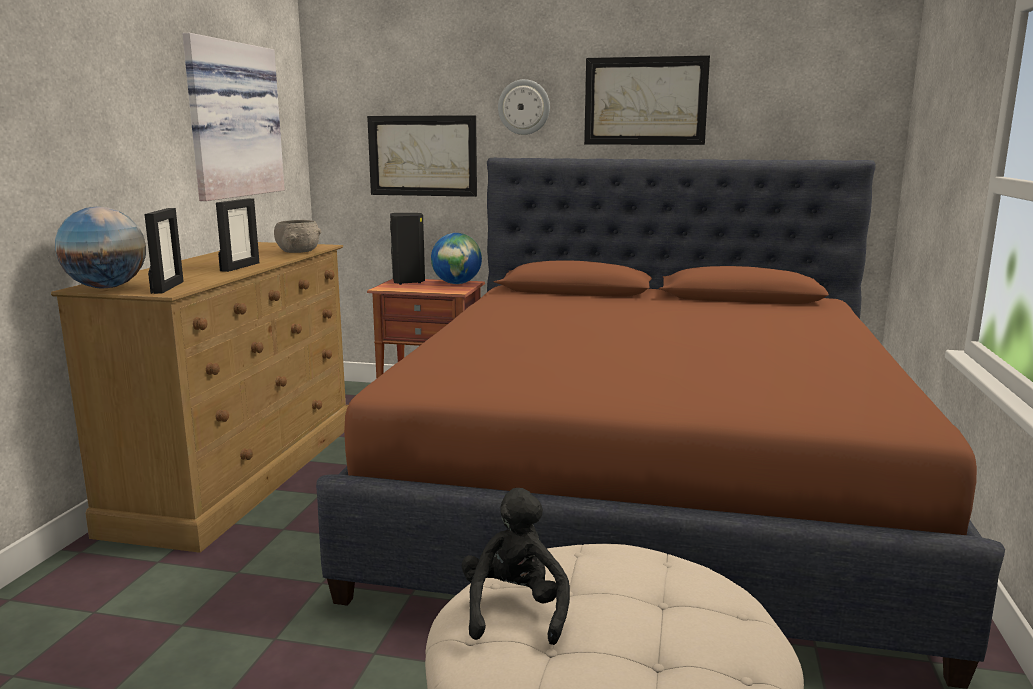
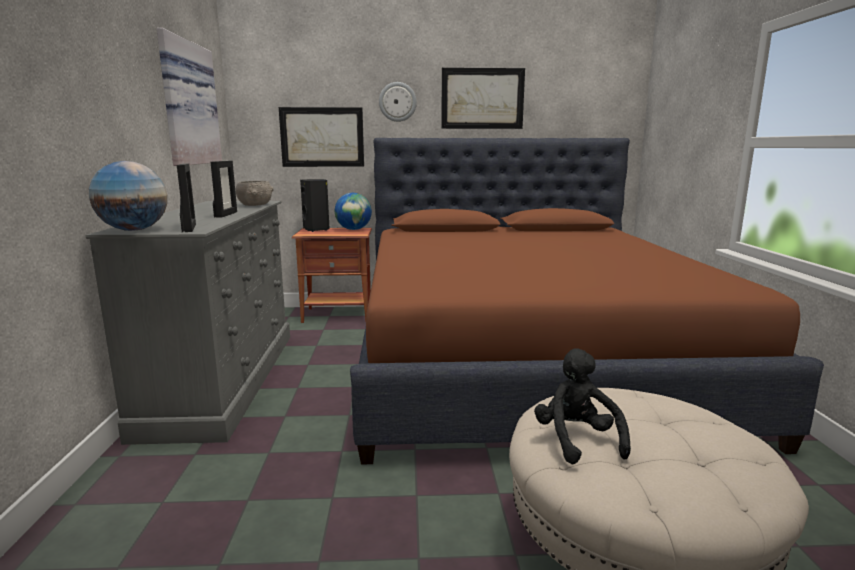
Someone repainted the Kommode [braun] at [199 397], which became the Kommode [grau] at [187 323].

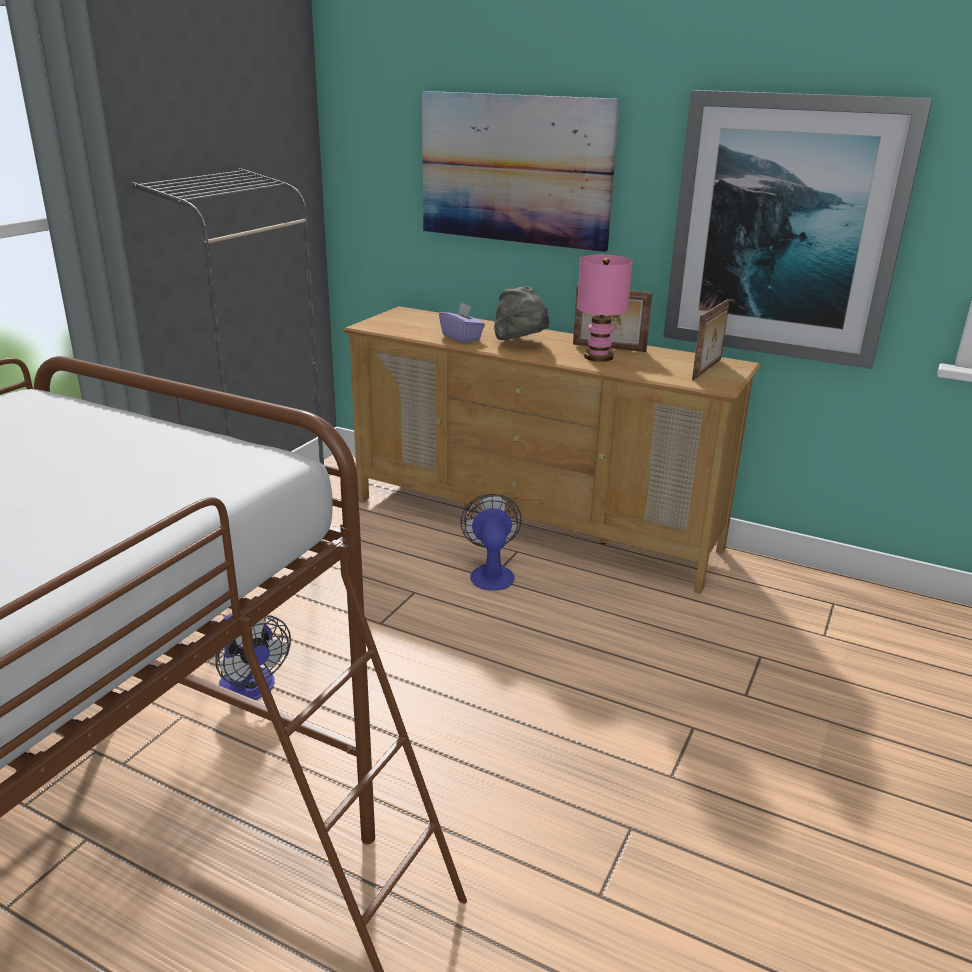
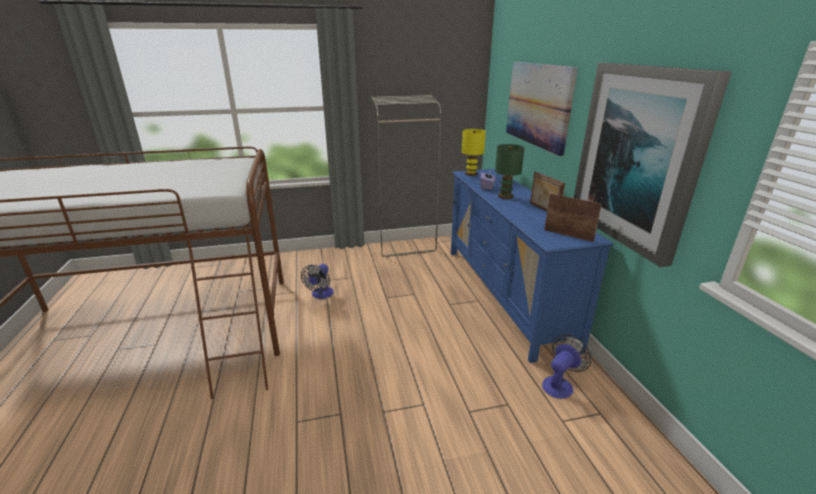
Someone repainted the Kommode [braun] at [551 450], which became the Kommode [blau] at [532 266].
Someone carried the Ventilator from [491 542] to [567 366].
Someone swapped the Hut [grau] at [522 313] for the Tischlampe [grün] at [510 171].
Someone took away the Tischlampe [rosa] at [605 308].
Someone rotated the Bilderrahmen at [710 339] by 135 degrees counterclockwise.
Someone put down the Tischlampe [gelb] at [474 152].

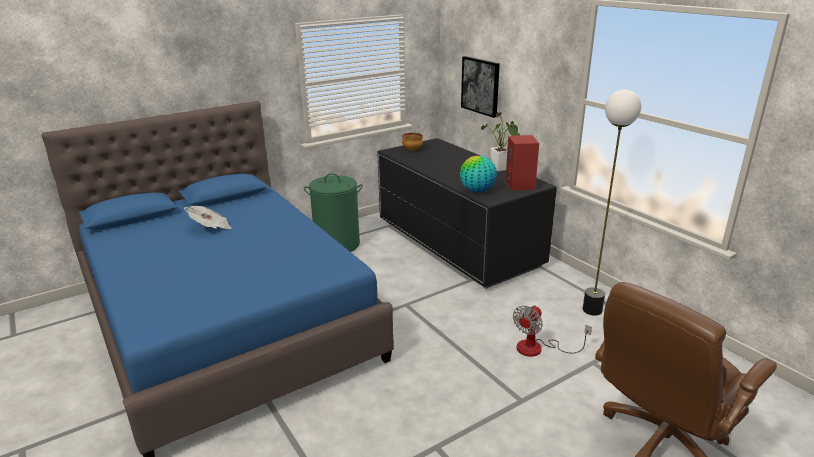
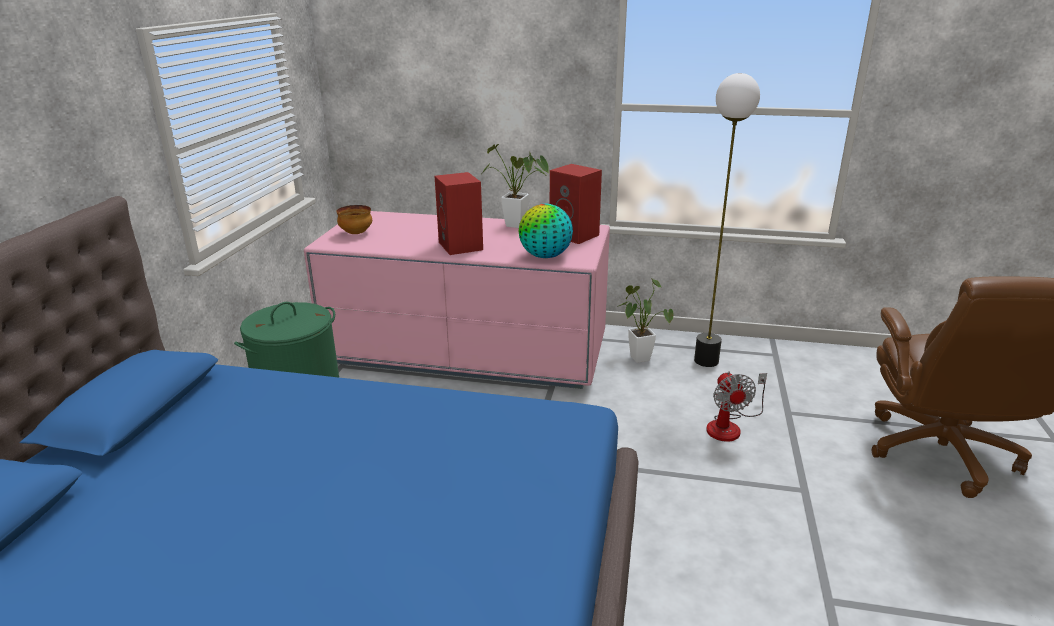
Someone took away the Zeitung at [208 217].
Someone repainted the Kommode [schwarz] at [467 213], which became the Kommode [rosa] at [457 300].
Someone took away the Bild at [480 87].
Someone put down the Lautsprecher [rot] at [459 213].
Someone put down the Topfpflanze at [645 320].

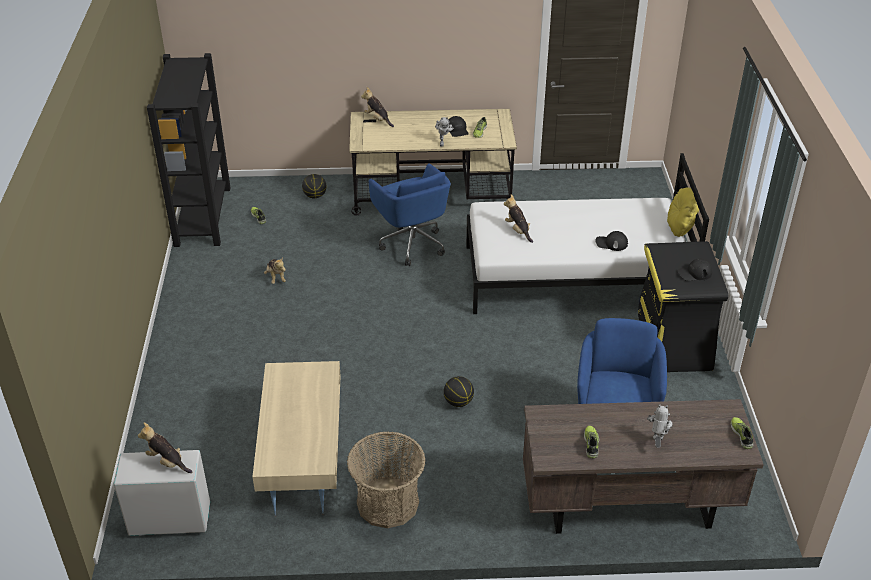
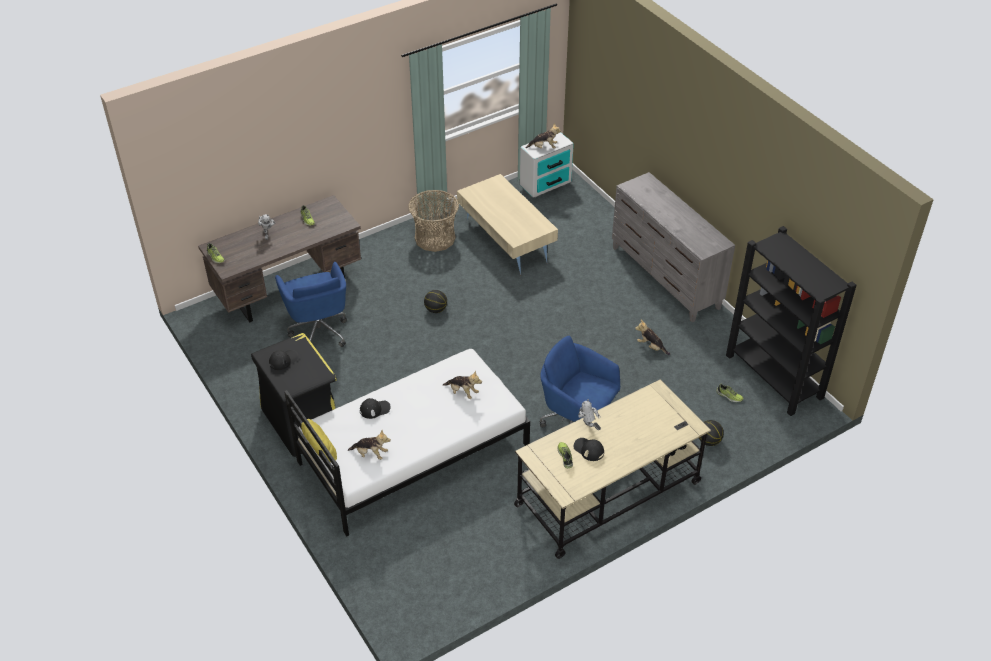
Someone carried the Plüschtier from [377 107] to [369 445].
Someone put down the Kommode [grau] at [673 247].

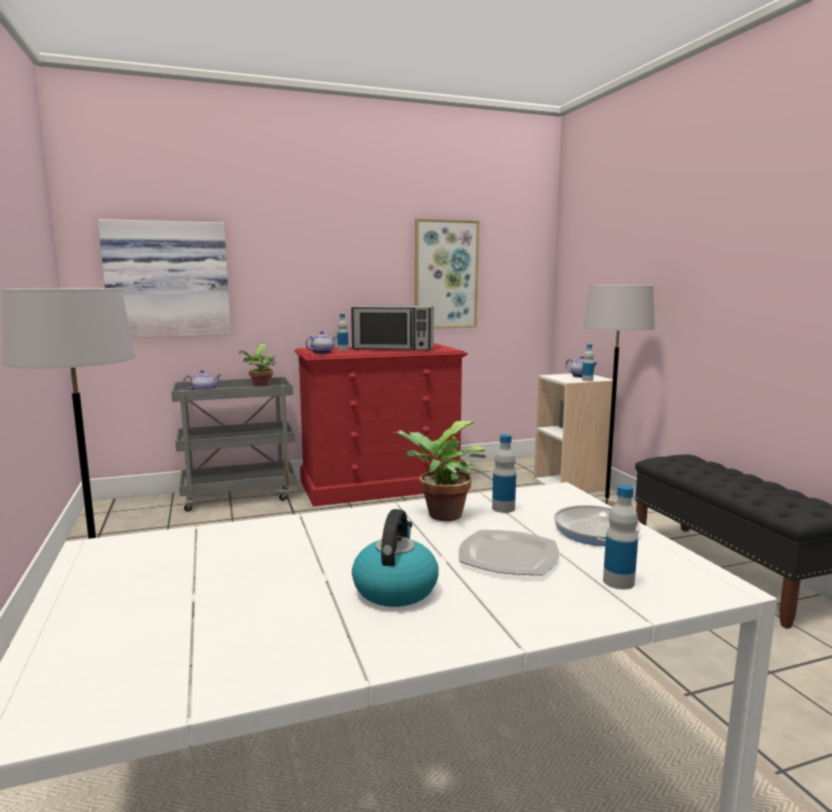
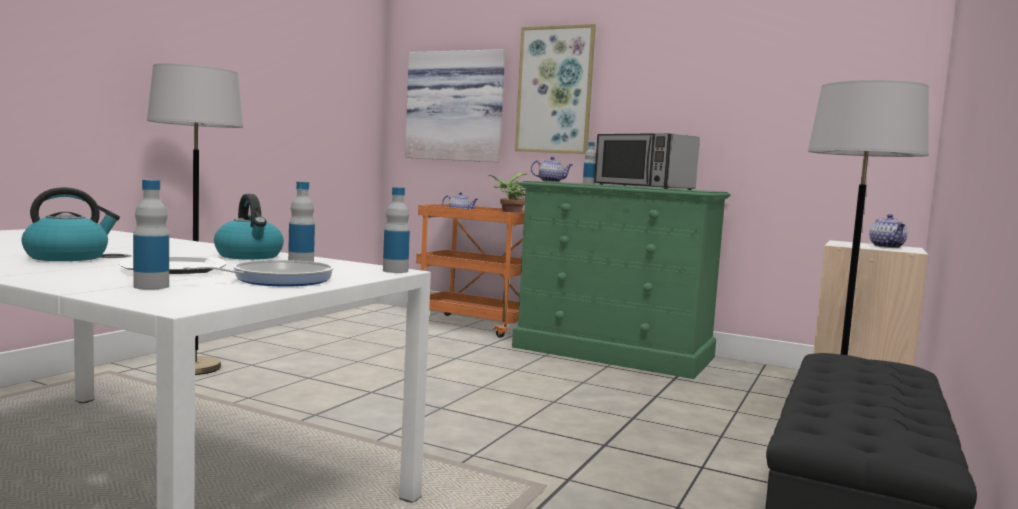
Someone repainted the Rollwagen [grau] at [233 444], which became the Rollwagen [orange] at [470 271].
Someone repainted the Kommode [rot] at [381 425], which became the Kommode [grün] at [621 280].
Someone swapped the Topfpflanze at [439 471] for the Wasserkessel at [249 227].
Someone carried the Bild from [447 273] to [555 89].
Someone carried the Flasche from [588 362] to [396 230].

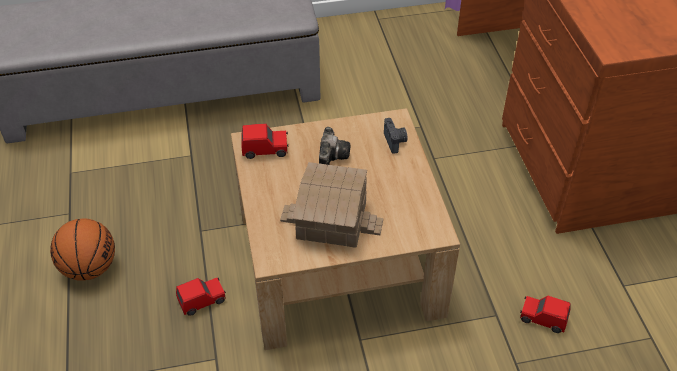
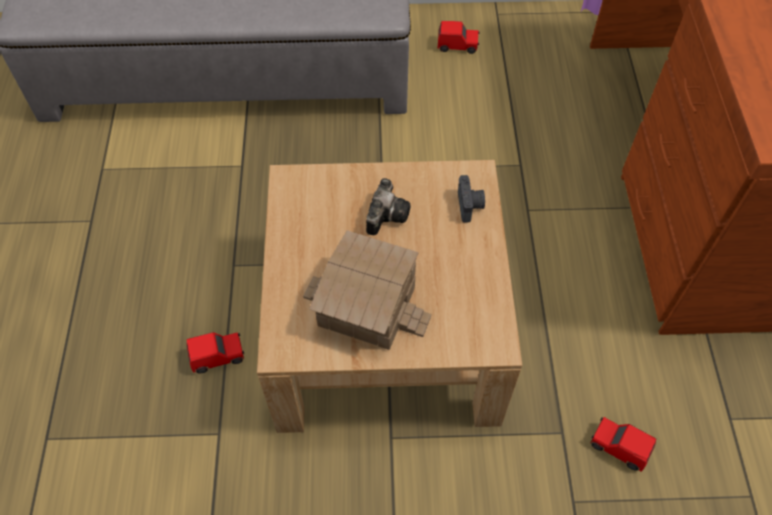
Someone took away the Basketball at [82 249].
Someone carried the Spielzeugauto [rot] from [264 141] to [459 37].

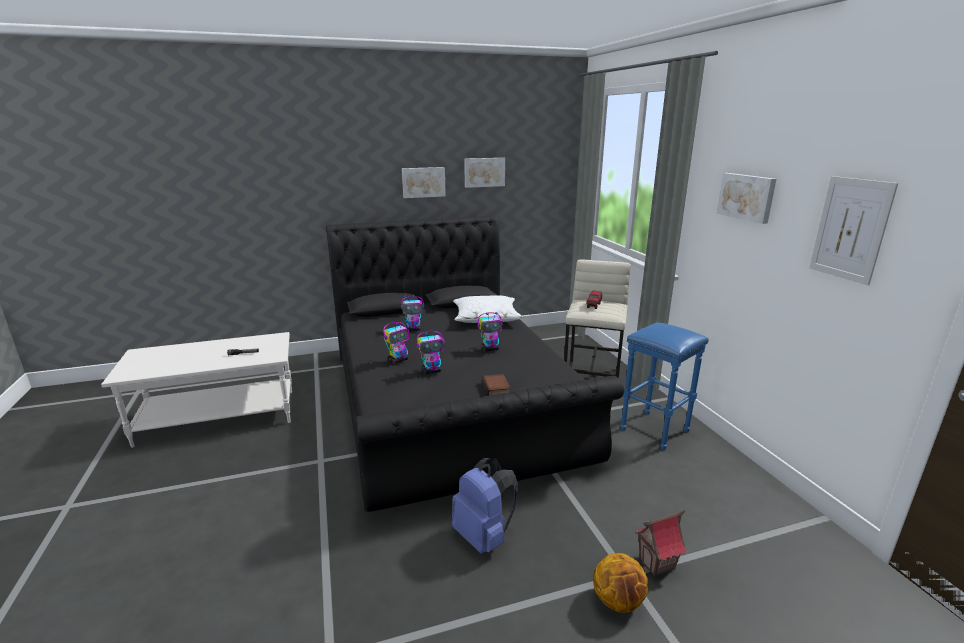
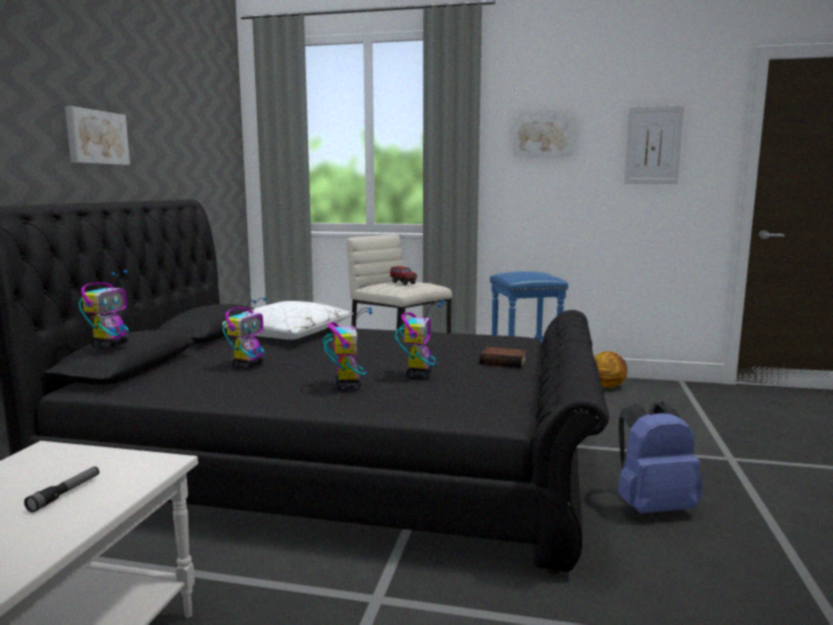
Someone took away the Bild at [484 173].
Someone carried the Spielzeugroboter from [490 331] to [104 309].
Someone carried the Basketball from [621 583] to [610 369].
Someone took away the Spielzeughaus at [661 543].

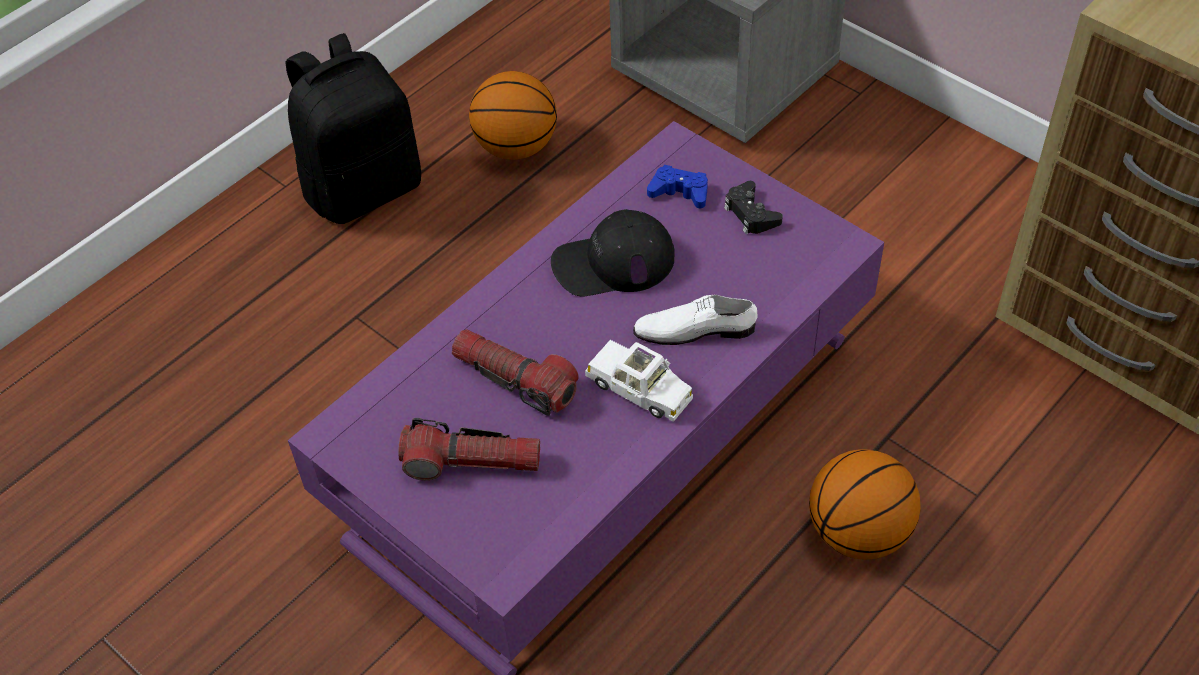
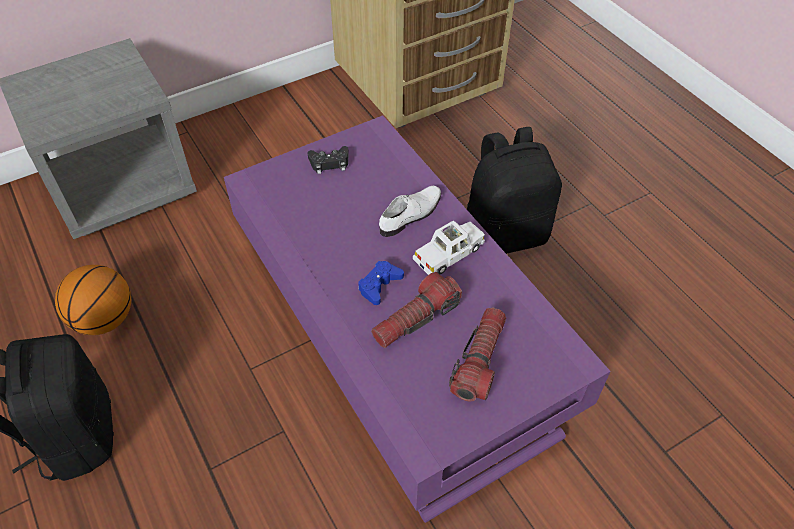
Someone took away the Kappe [schwarz] at [613 252].
Someone rotated the Schuh [weiß] at [695 319] by 150 degrees counterclockwise.
Someone carried the Gamepad [blau] from [677 186] to [381 283].
Someone swapped the Basketball at [865 504] for the Rucksack [schwarz] at [514 190].

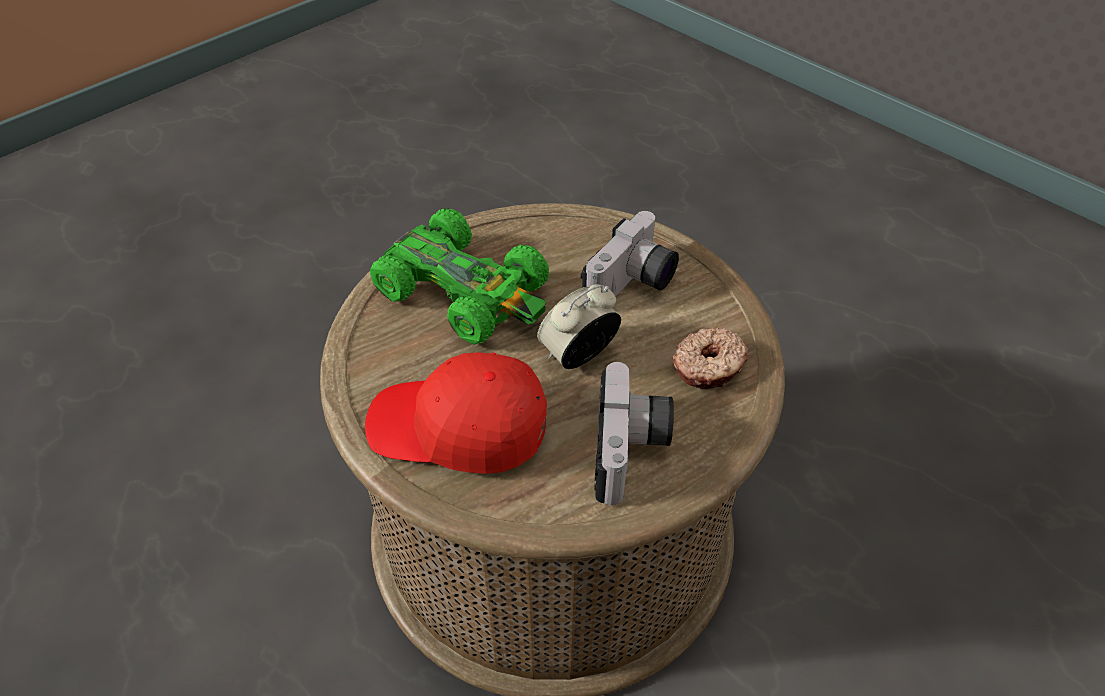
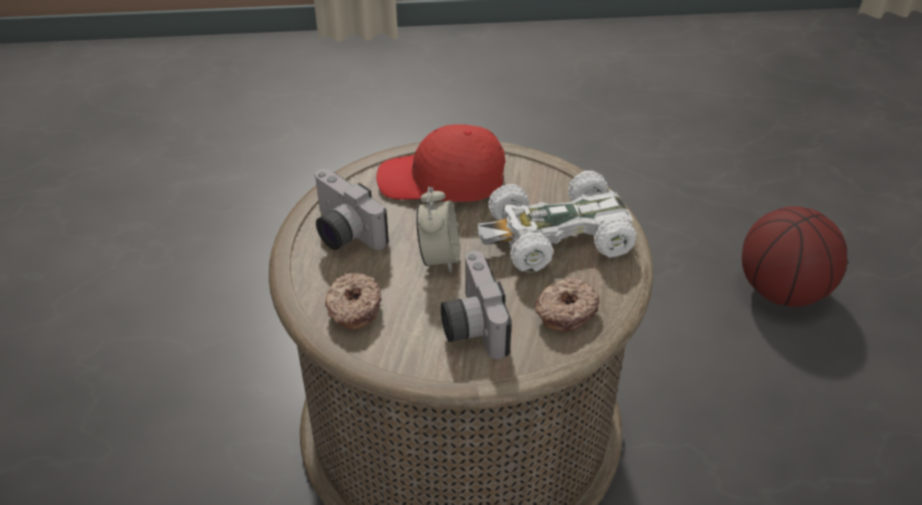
Someone rotated the Kappe [rot] at [456 413] by 135 degrees counterclockwise.
Someone repainted the Spielzeugauto [grün] at [459 276], which became the Spielzeugauto [weiß] at [557 222].
Someone put down the Donut at [567 305].
Someone put down the Basketball at [794 256].

